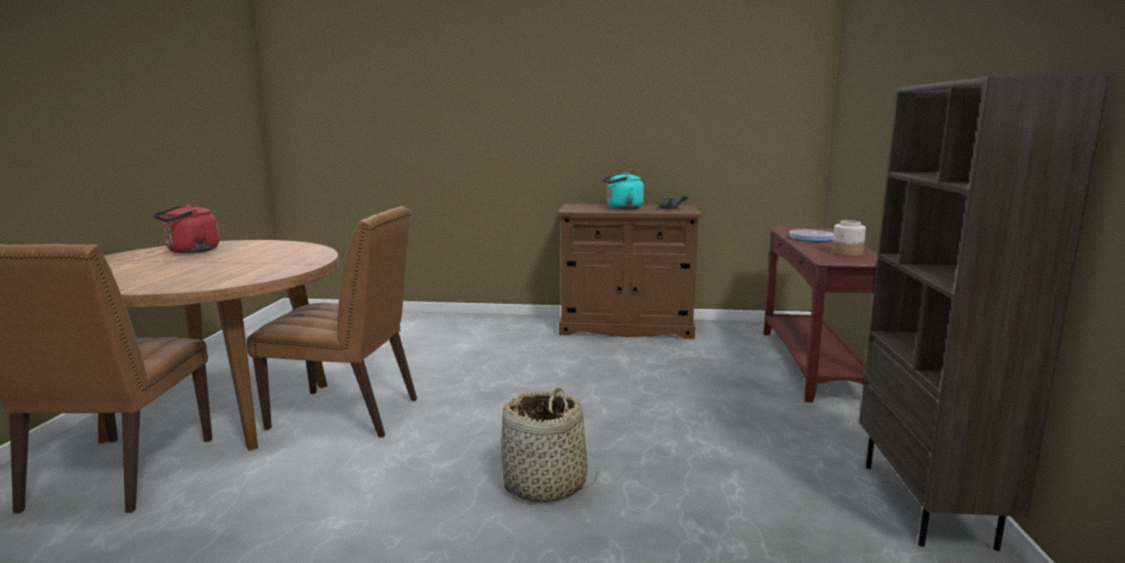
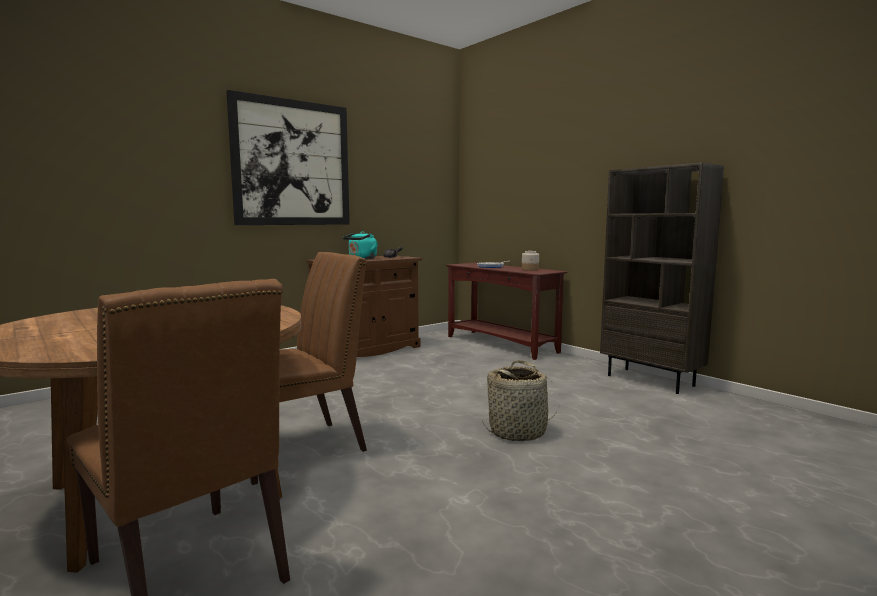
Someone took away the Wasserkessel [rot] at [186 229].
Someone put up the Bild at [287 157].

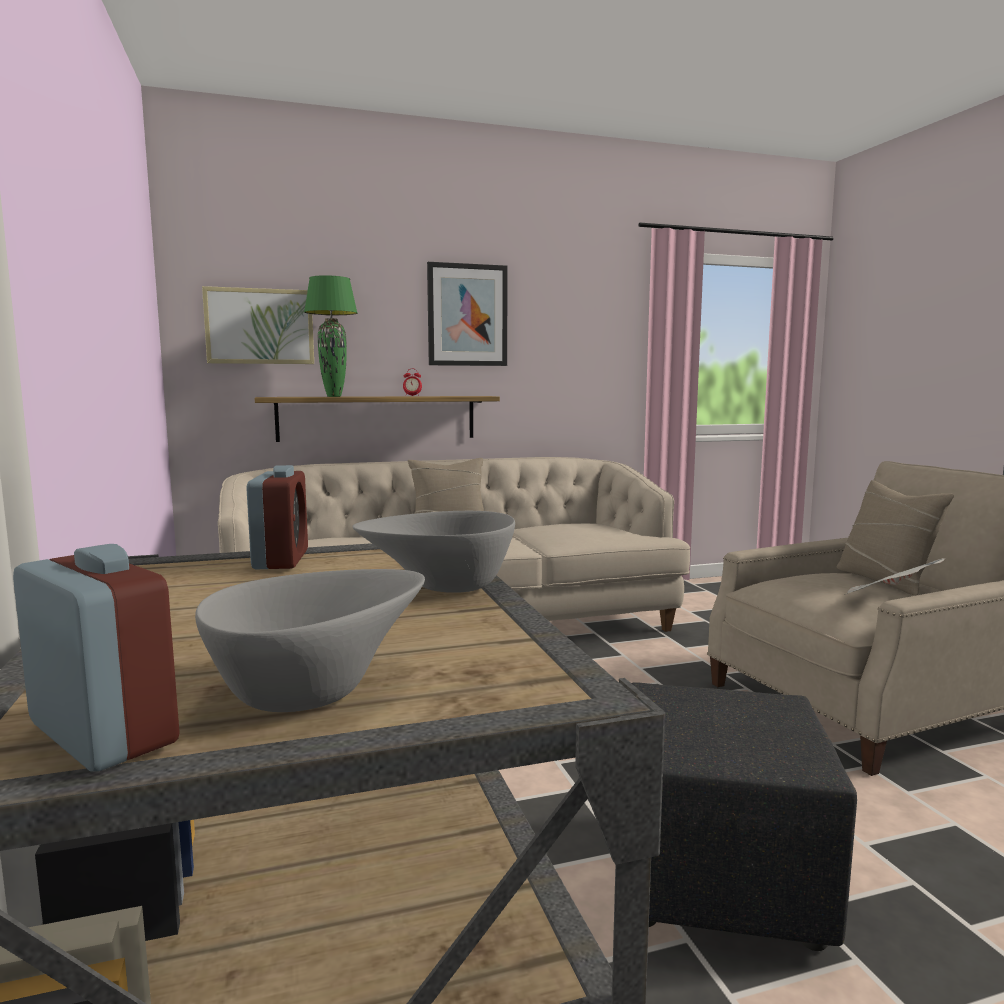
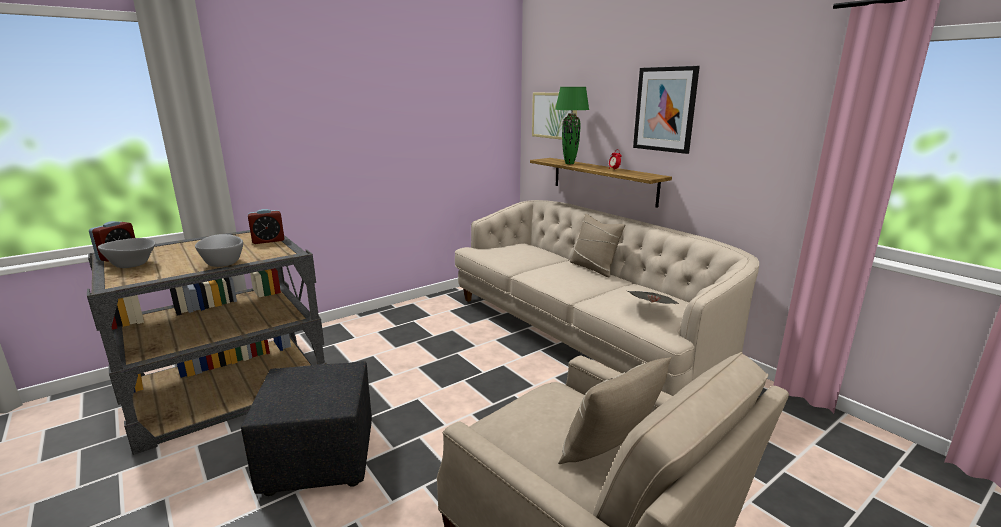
Someone carried the Zeitung from [895 576] to [653 297].

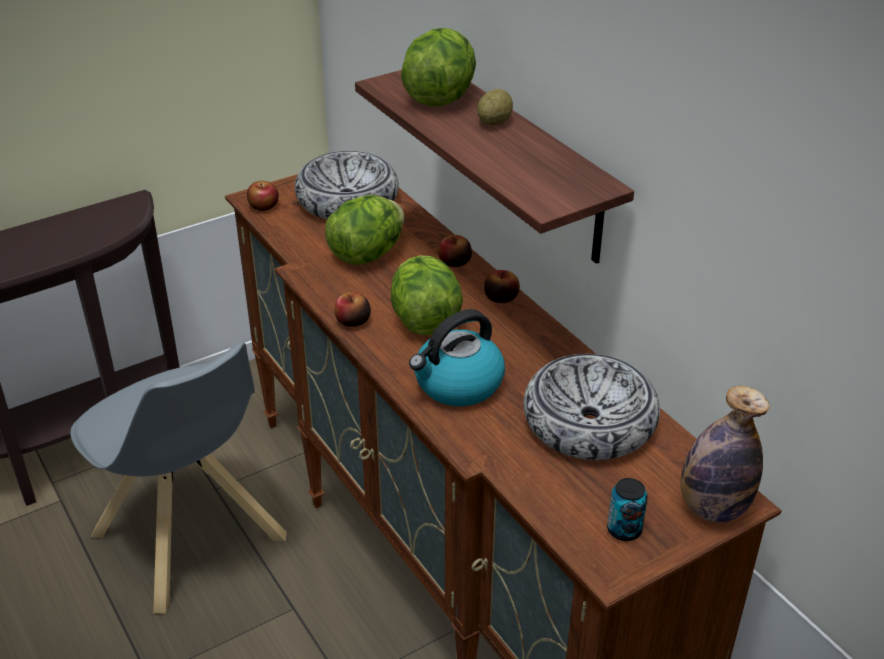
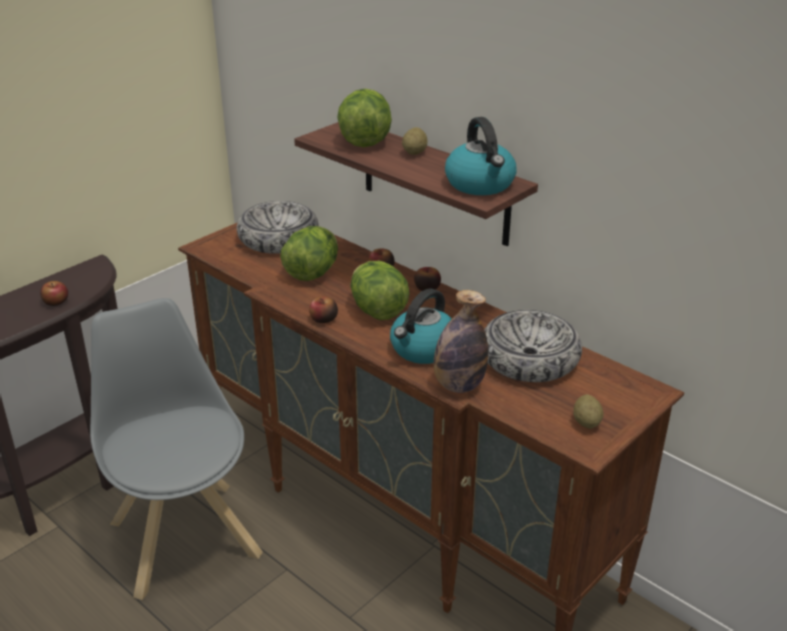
Someone rotated the Stuhl [grau] at [178 478] by 150 degrees counterclockwise.
Someone carried the Apfel from [263 196] to [54 293].
Someone swapped the Dose at [627 509] for the Kartoffel at [588 411].
Someone carried the Flasche from [724 454] to [461 341].
Someone put down the Wasserkessel at [481 156].

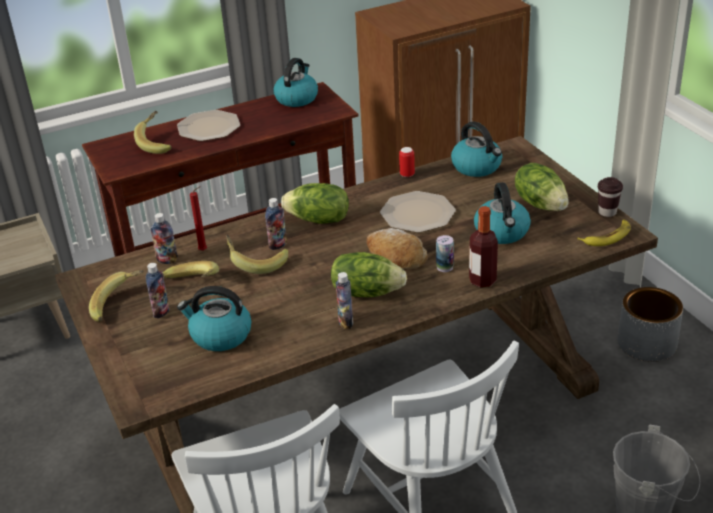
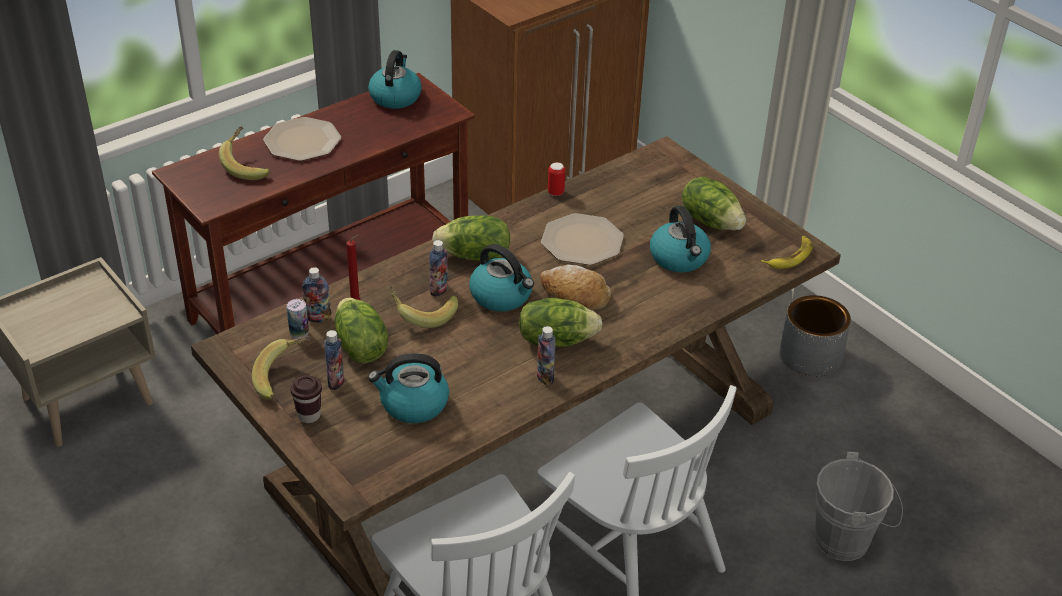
Someone swapped the Banane at [191 269] for the Salatkopf at [361 330].
Someone carried the Dose from [445 253] to [298 319].
Someone carried the Wasserkessel from [476 149] to [501 278].
Someone took away the Flasche at [483 247].
Someone carried the Tasse [braun] from [610 197] to [306 399].

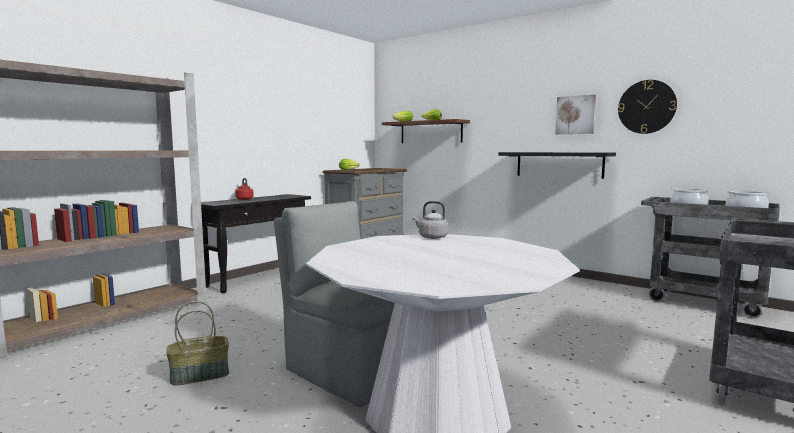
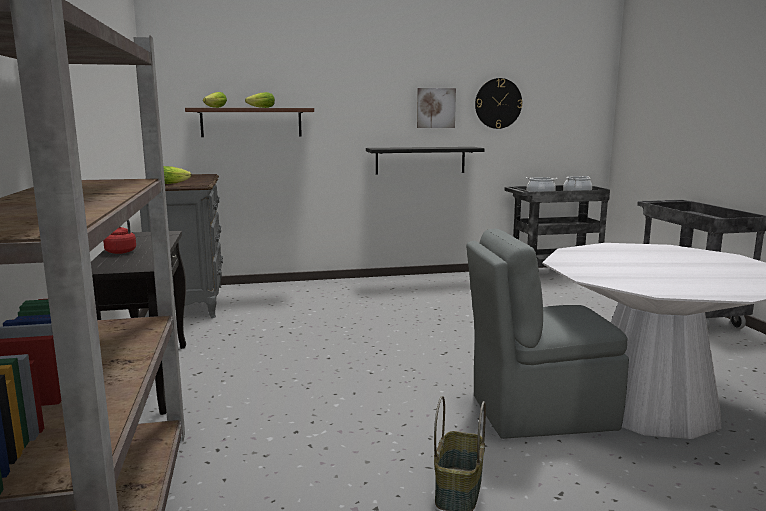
Someone took away the Wasserkessel [grau] at [430 220].

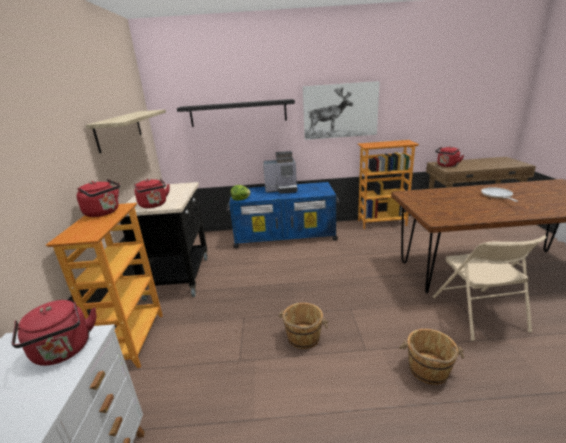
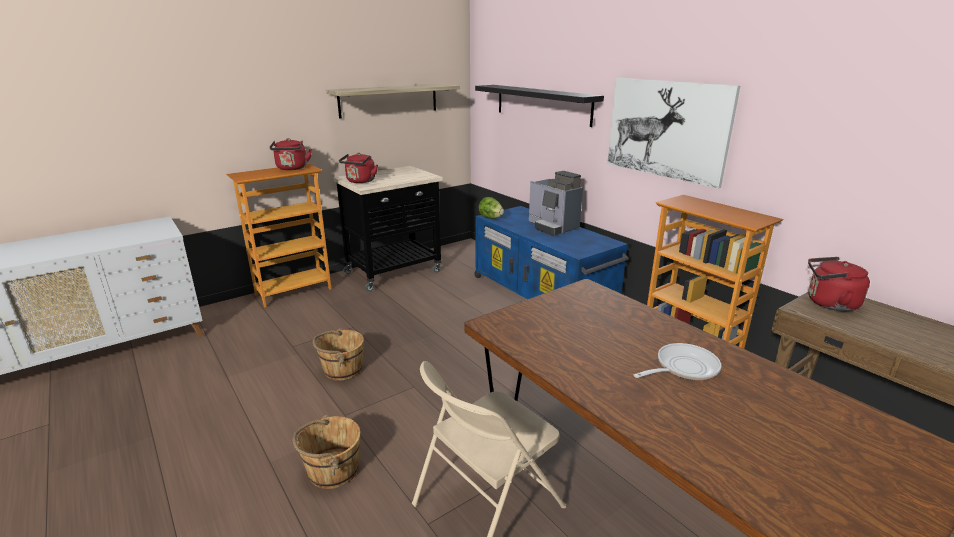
Someone took away the Wasserkessel [rot] at [53 333].

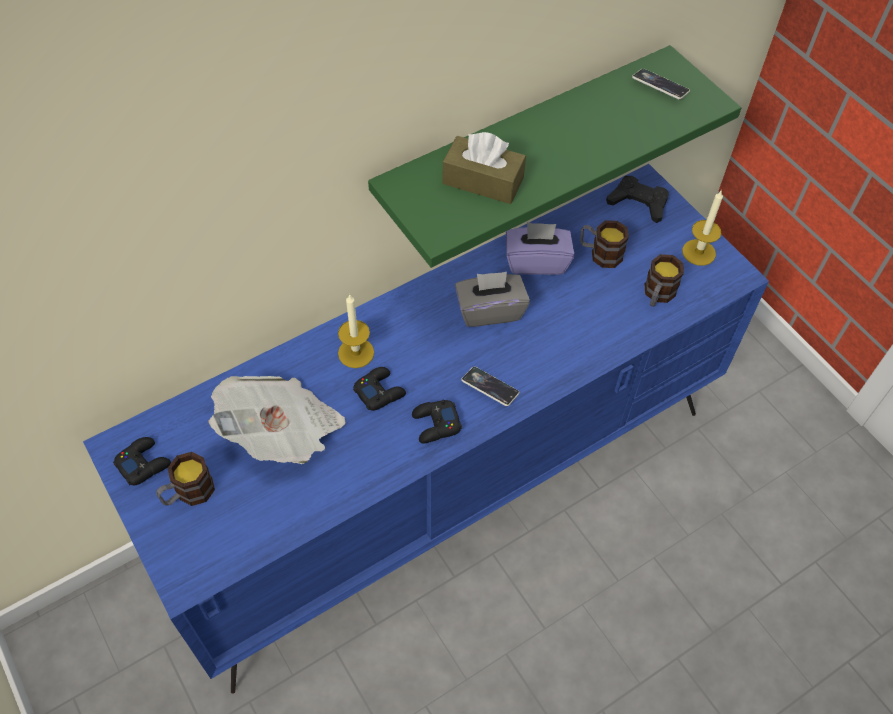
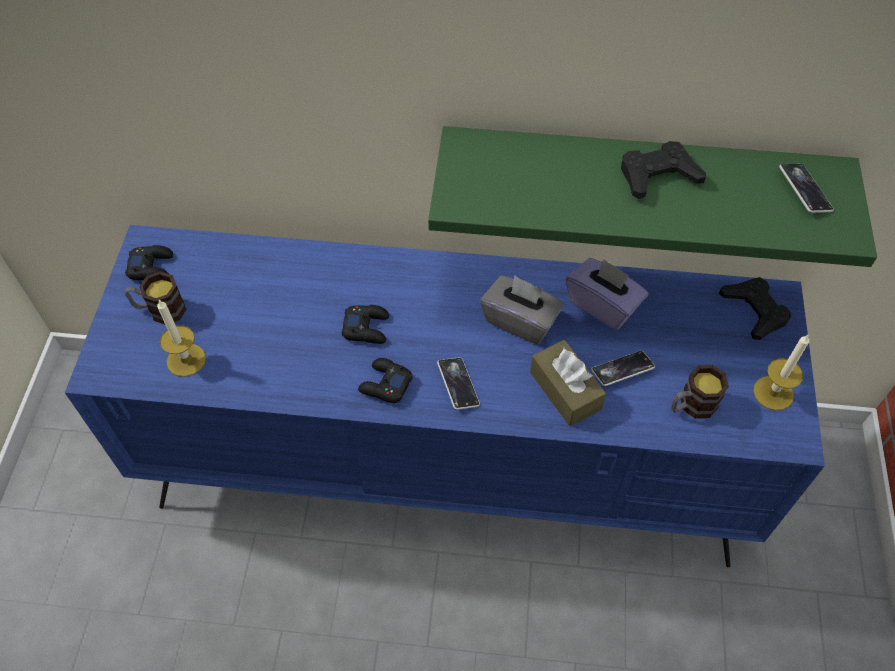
Someone took away the Zeitung at [277 420].
Someone carried the Kerze from [356 331] to [181 338].
Someone carried the Taschentuchbox [braun] from [484 168] to [568 383].
Someone took away the Henkelbecher at [604 244].
Someone put down the Handy at [623 368].
Someone put down the Gamepad [schwarz] at [663 170].

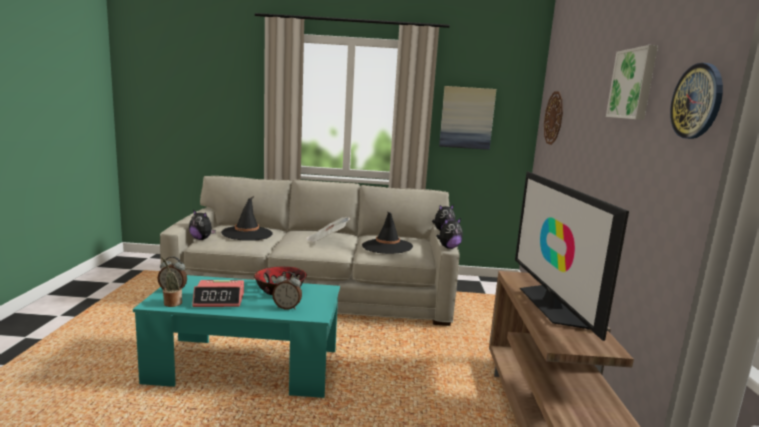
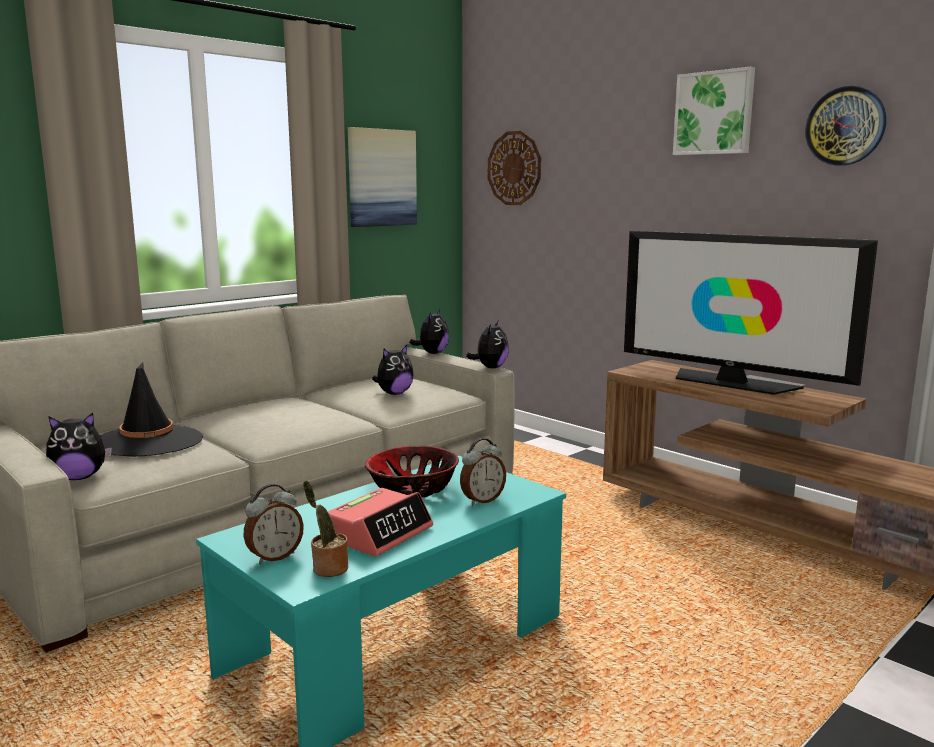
Someone took away the Zeitung at [328 230].
Someone swapped the Hut [schwarz] at [387 233] for the Plüschtier at [393 370].

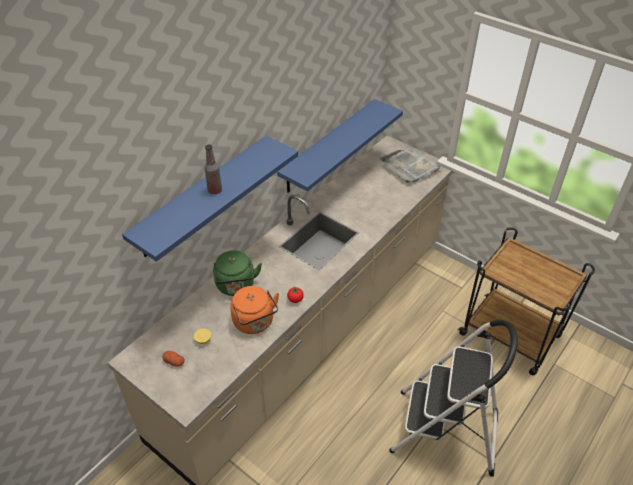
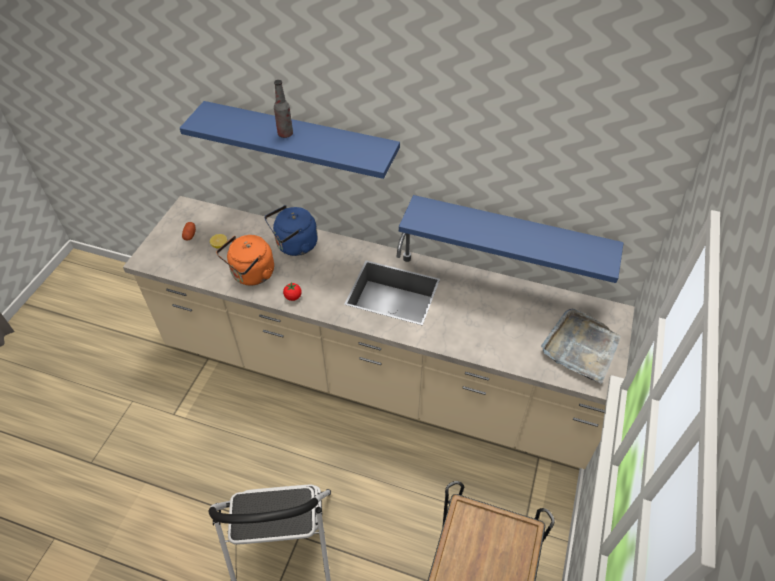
Someone repainted the Wasserkessel [grün] at [237 273], which became the Wasserkessel [blau] at [291 230].

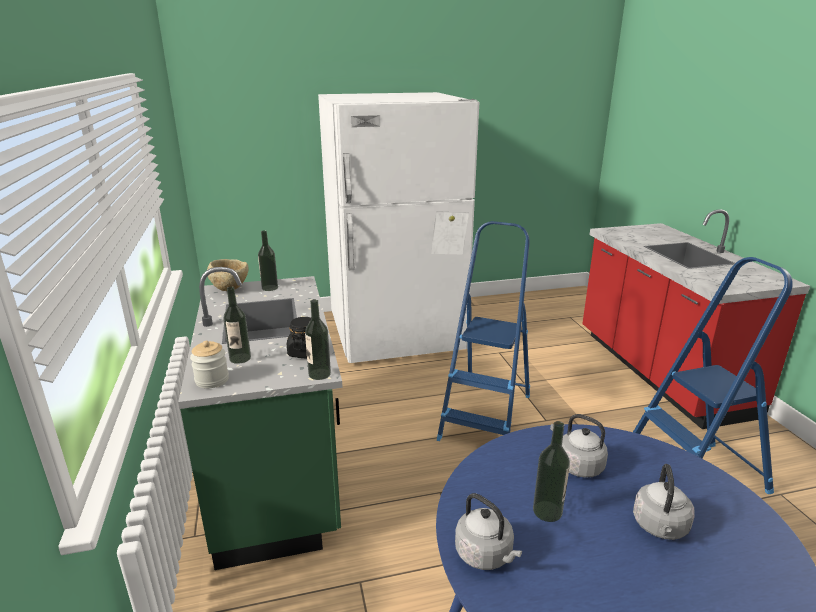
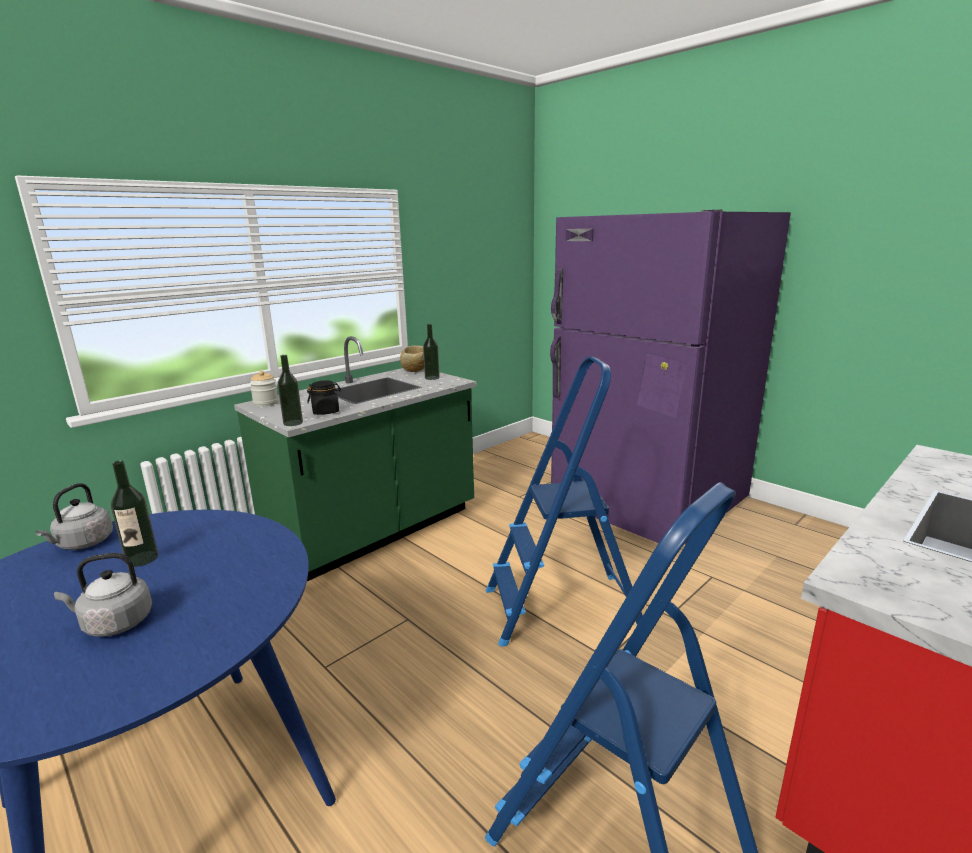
Someone took away the Flasche at [237 325].
Someone repainted the Kühlschrank [weiß] at [398 227], which became the Kühlschrank [lila] at [670 377].
Someone took away the Wasserkessel [grau] at [579 446].

